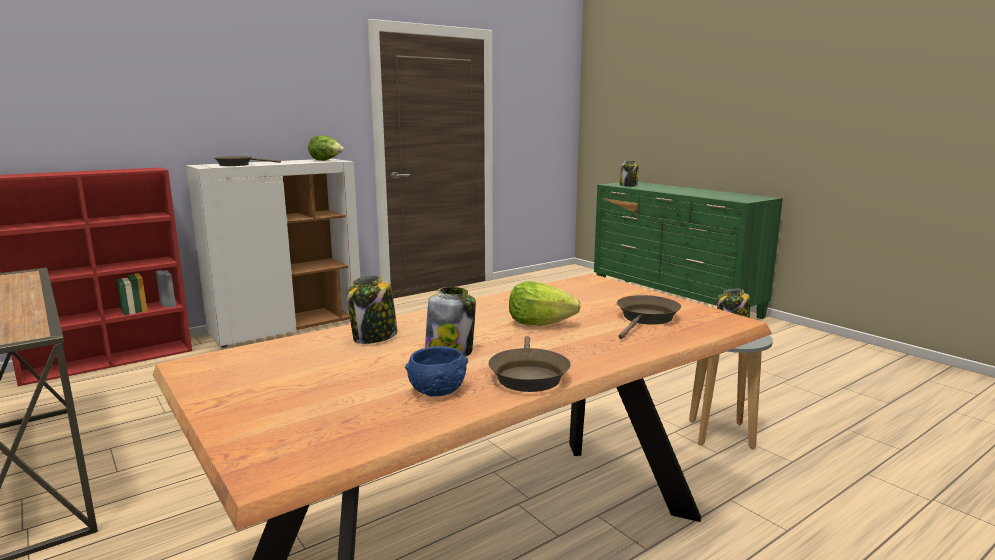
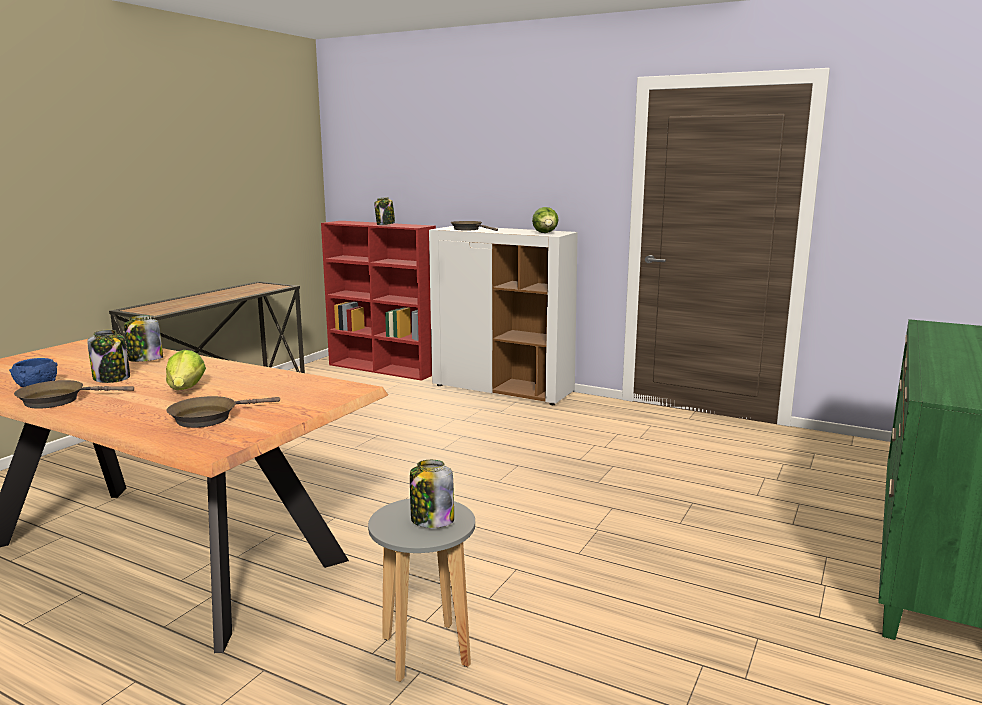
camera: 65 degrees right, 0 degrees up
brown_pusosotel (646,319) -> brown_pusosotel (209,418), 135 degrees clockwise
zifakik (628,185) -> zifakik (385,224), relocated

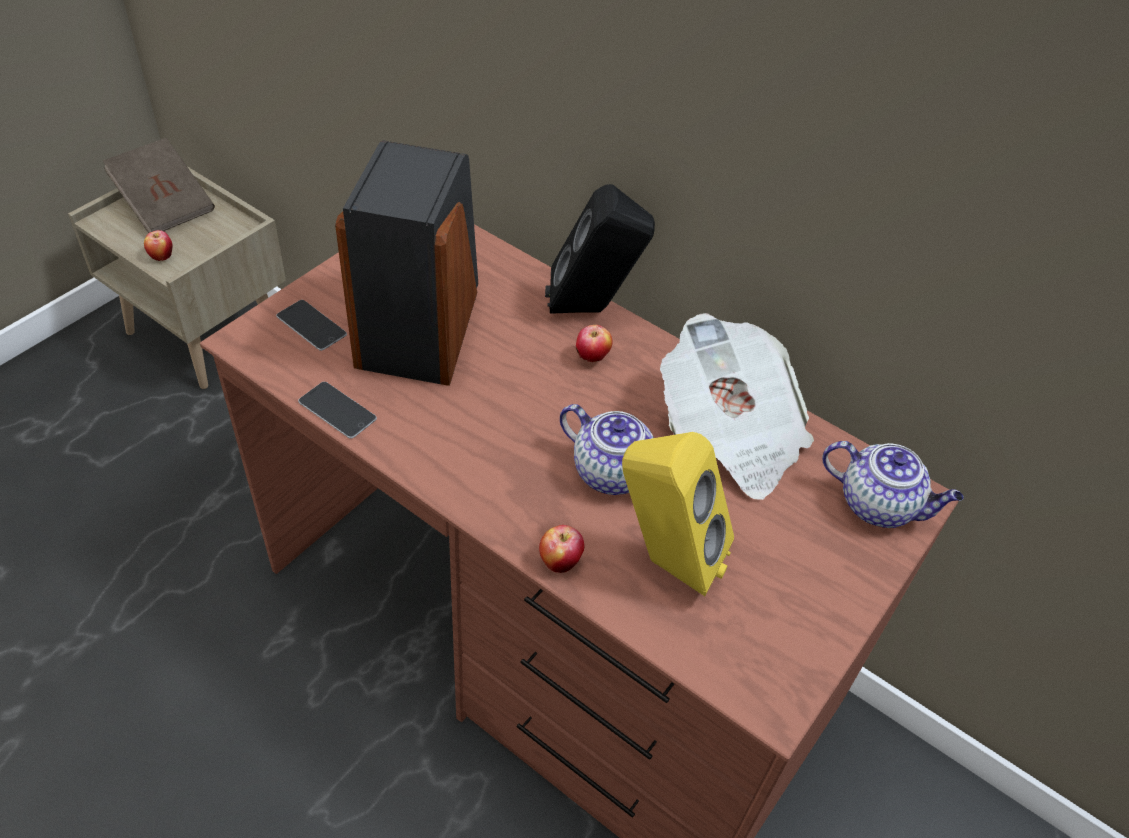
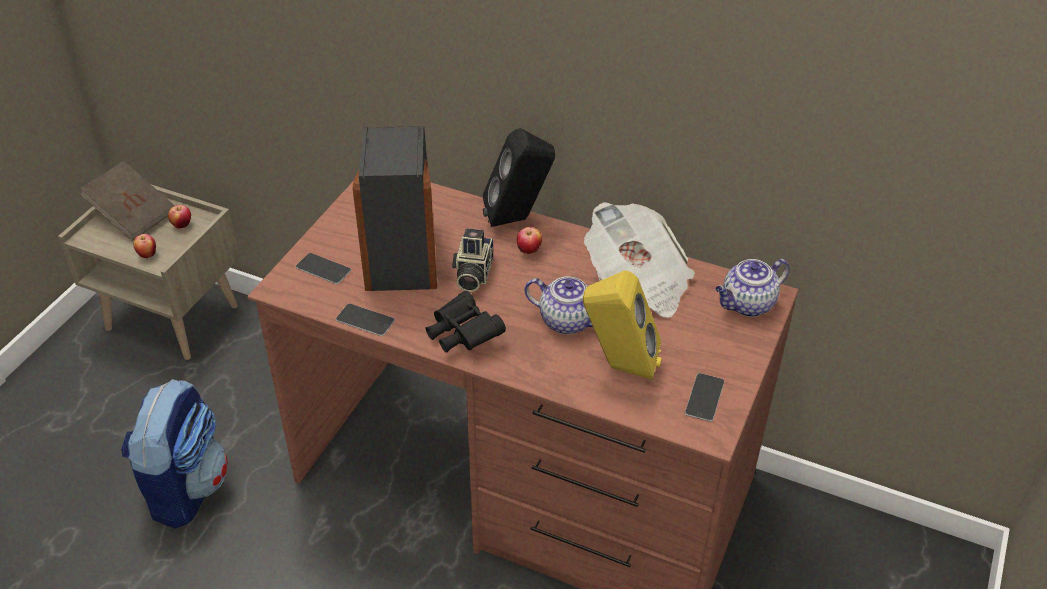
camera: 10 degrees left, 5 degrees down
none -> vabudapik (186,487)
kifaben (560,561) -> kifaben (182,225), relocated
none -> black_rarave (462,335)
none -> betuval (472,274)
none -> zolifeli (704,397)
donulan (879,505) -> donulan (747,305), 135 degrees clockwise

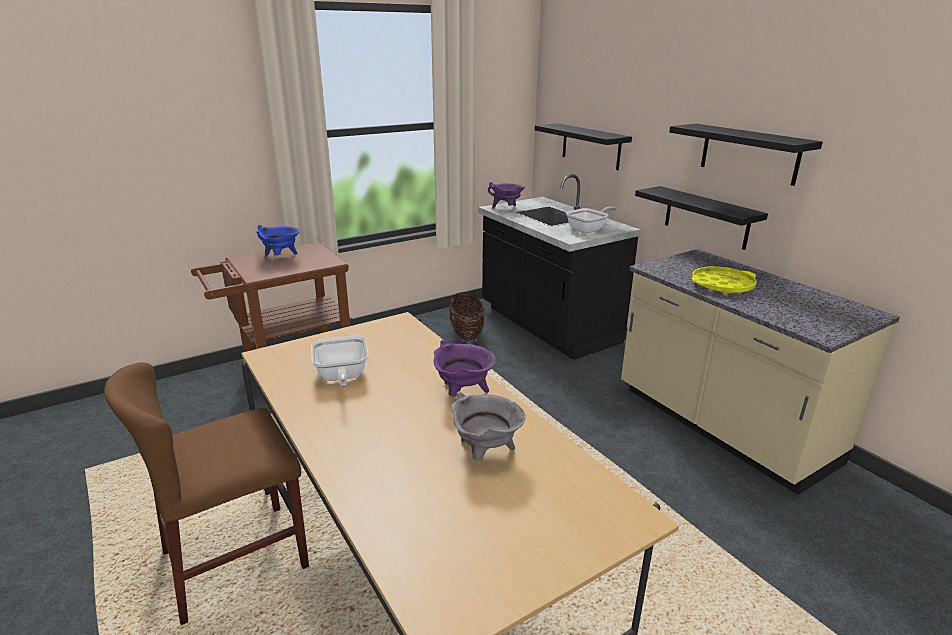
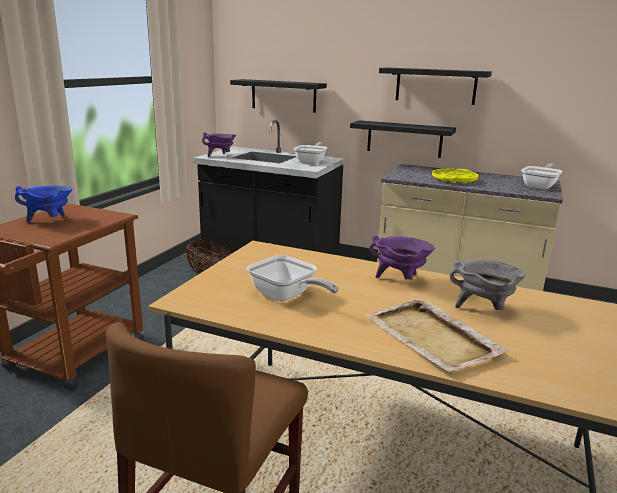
camera: 35 degrees left, 5 degrees down
none -> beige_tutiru (432,338)
none -> pusosotel (540,186)

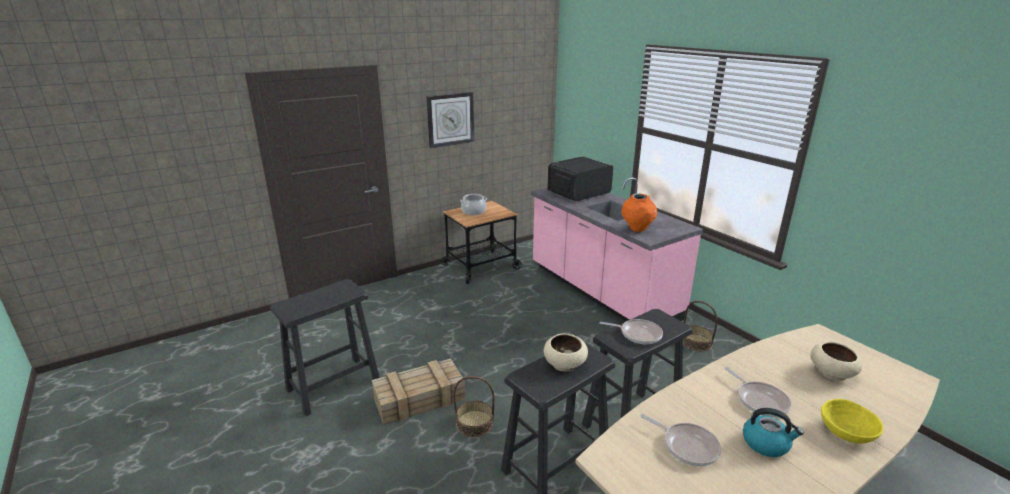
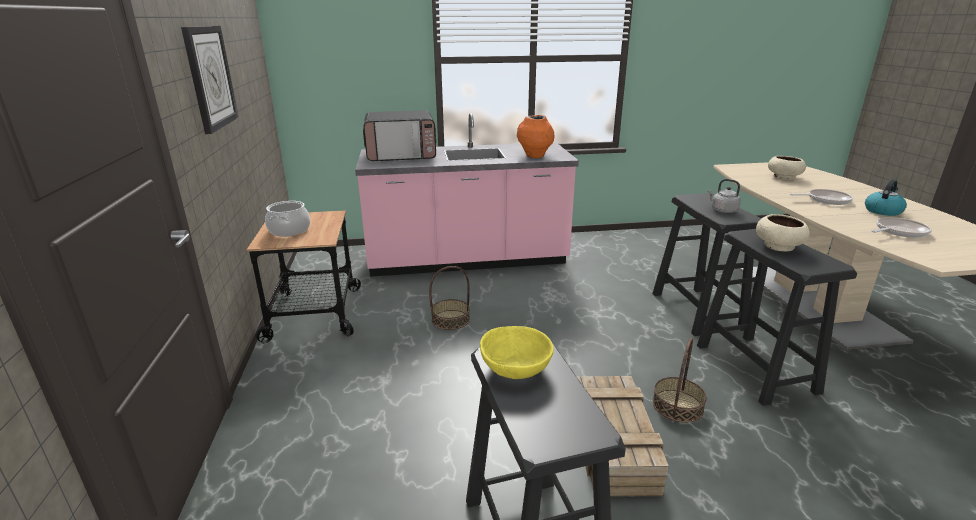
camera: 65 degrees left, 0 degrees up
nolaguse (578,193) -> nolaguse (402,155), 90 degrees counterclockwise
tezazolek (696,342) -> tezazolek (450,319), relocated
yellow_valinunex (846,432) -> yellow_valinunex (515,367), relocated
pusosotel (638,334) -> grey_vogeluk (722,210)

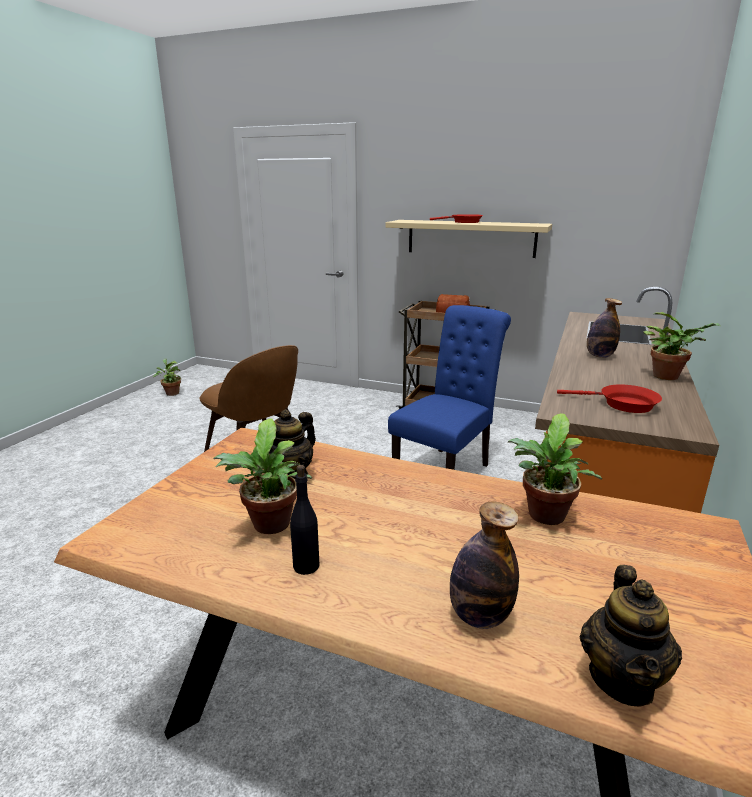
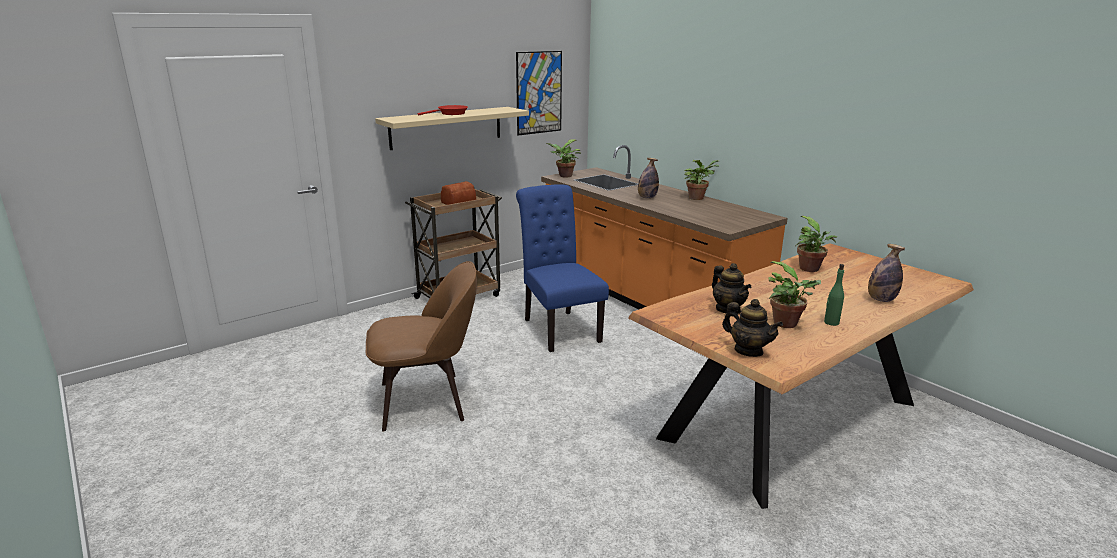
camera: 60 degrees left, 0 degrees up
none -> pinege (539,93)
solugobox (171,393) -> solugobox (564,176), relocated
donulan (622,679) -> donulan (748,351), relocated
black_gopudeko (306,566) -> green_gopudeko (831,322)
red_pusosotel (622,404) -> none

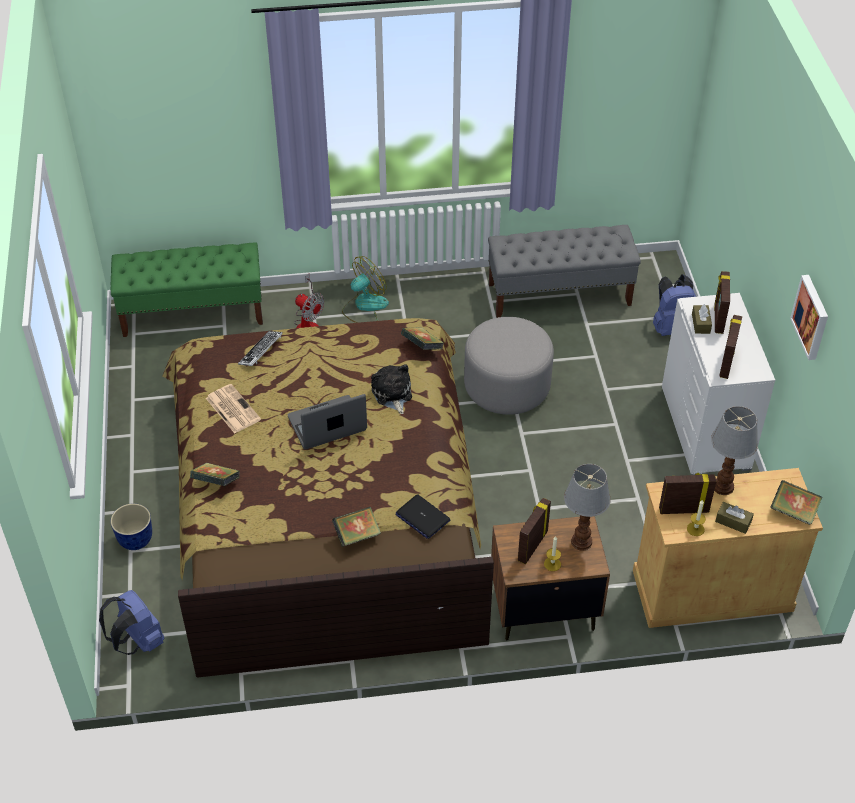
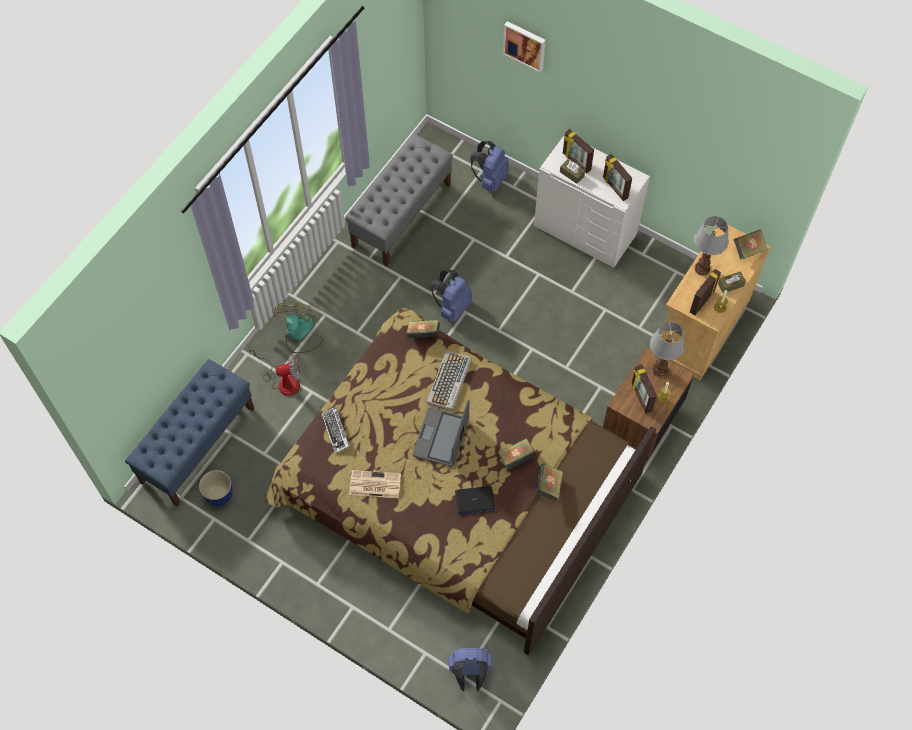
camera: 50 degrees left, 15 degrees up
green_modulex (193,313) -> blue_modulex (198,445)
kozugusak (135,540) -> kozugusak (219,496), relocated
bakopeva (392,394) -> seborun (449,381)
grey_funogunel (507,386) -> blue_vabudapik (452,307)
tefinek (422,517) -> tefinek (474,501), relocated
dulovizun (216,483) -> dulovizun (516,458), relocated
pinege (812,317) -> pinege (525,45), relocated

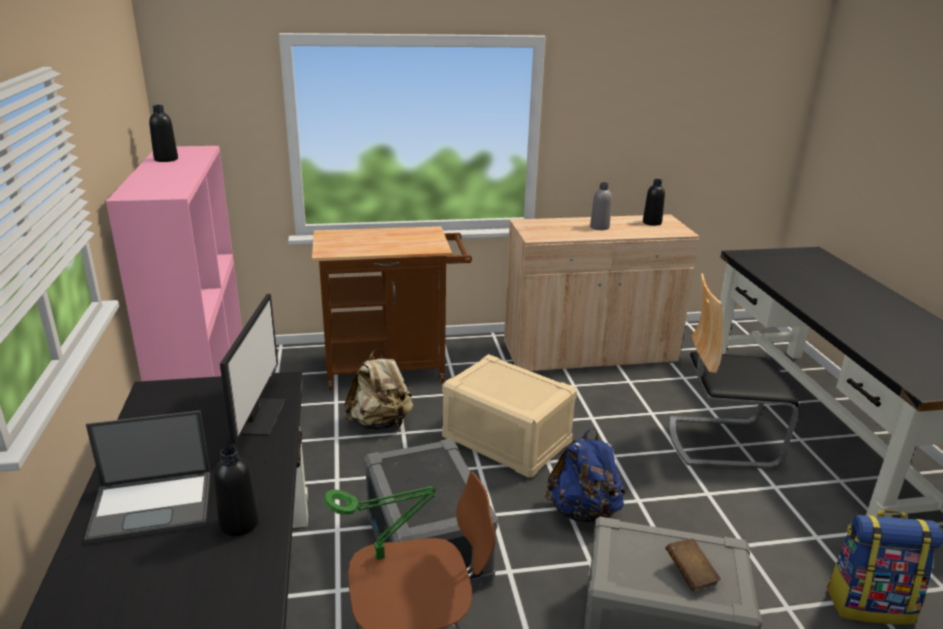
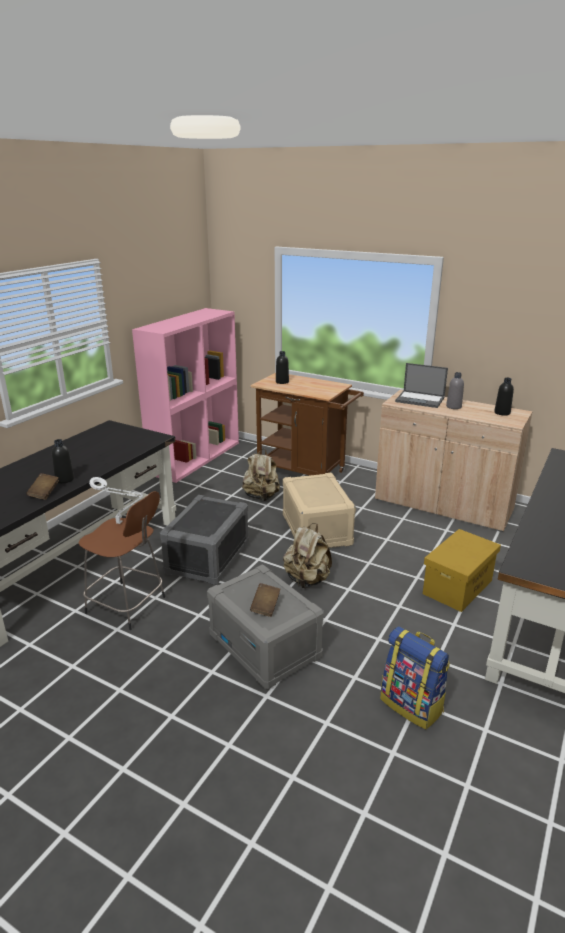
camera: 40 degrees right, 0 degrees up
none -> brown_dulovizun (44,493)
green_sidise (383,556) -> white_sidise (121,523)
black_gopudeko (166,159) -> black_gopudeko (282,382), relocated
blue_vabudapik (584,512) -> beige_vabudapik (307,580)
tefinek (154,505) -> tefinek (420,399), relocated
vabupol (722,442) -> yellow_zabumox (457,586)
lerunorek (257,416) -> none

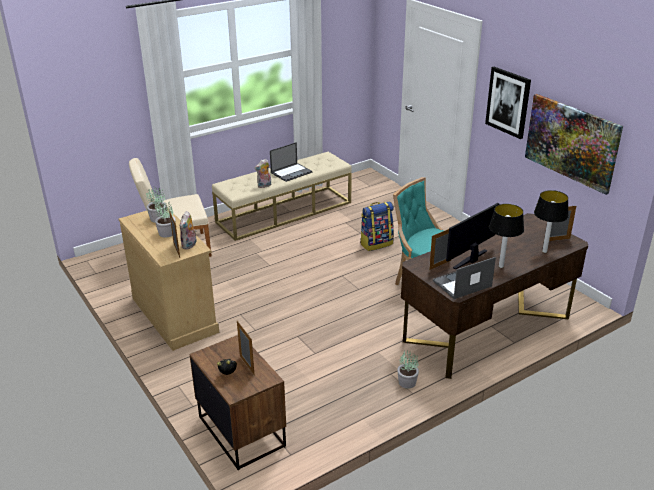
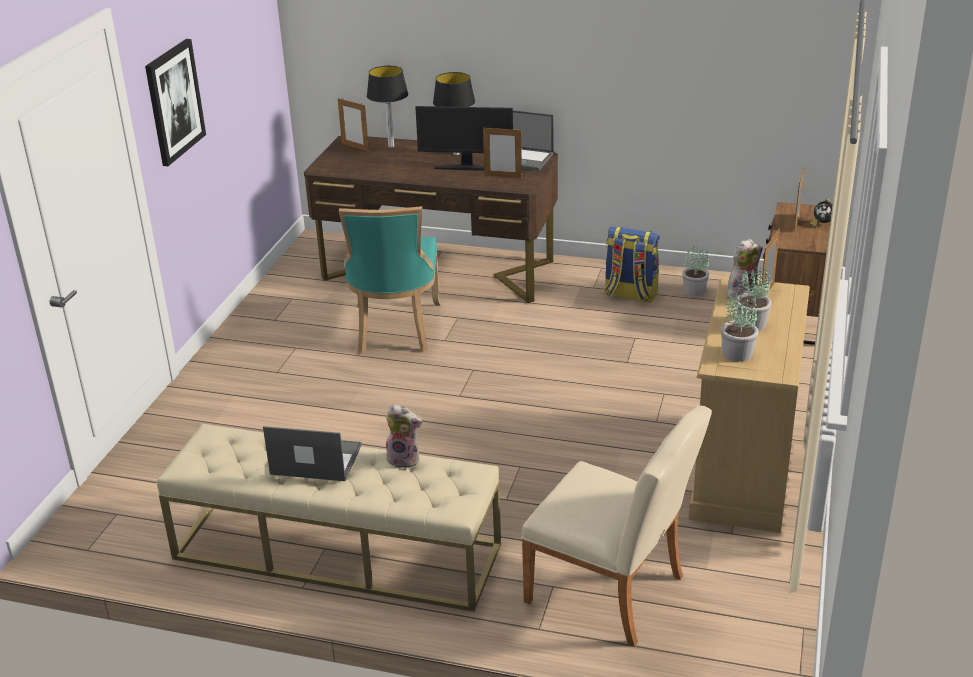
camera: 130 degrees left, 0 degrees up
vabudapik (376,243) -> vabudapik (630,295), relocated
solugobox (407,382) -> solugobox (695,290), relocated
pinege (571,142) -> none

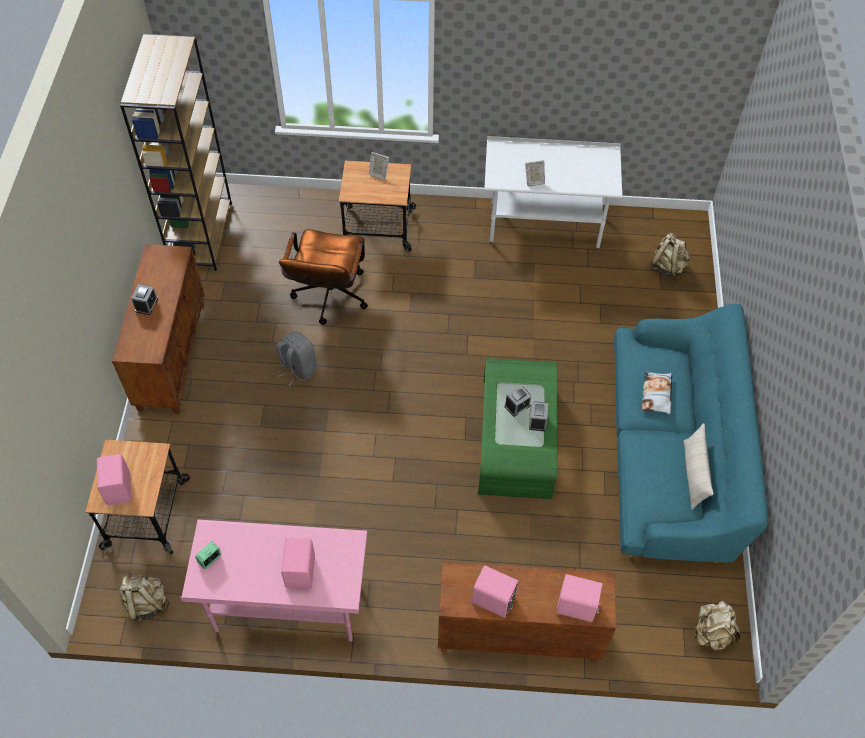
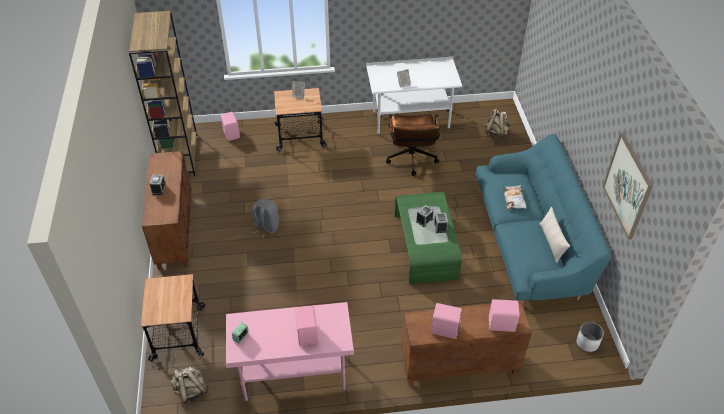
camera: 10 degrees left, 10 degrees down
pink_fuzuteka (119,488) -> pink_fuzuteka (232,134), relocated
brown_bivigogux (329,299) -> brown_bivigogux (411,161), relocated
beige_vabudapik (711,633) -> white_kozugusak (587,343)
none -> pinege (627,186)

